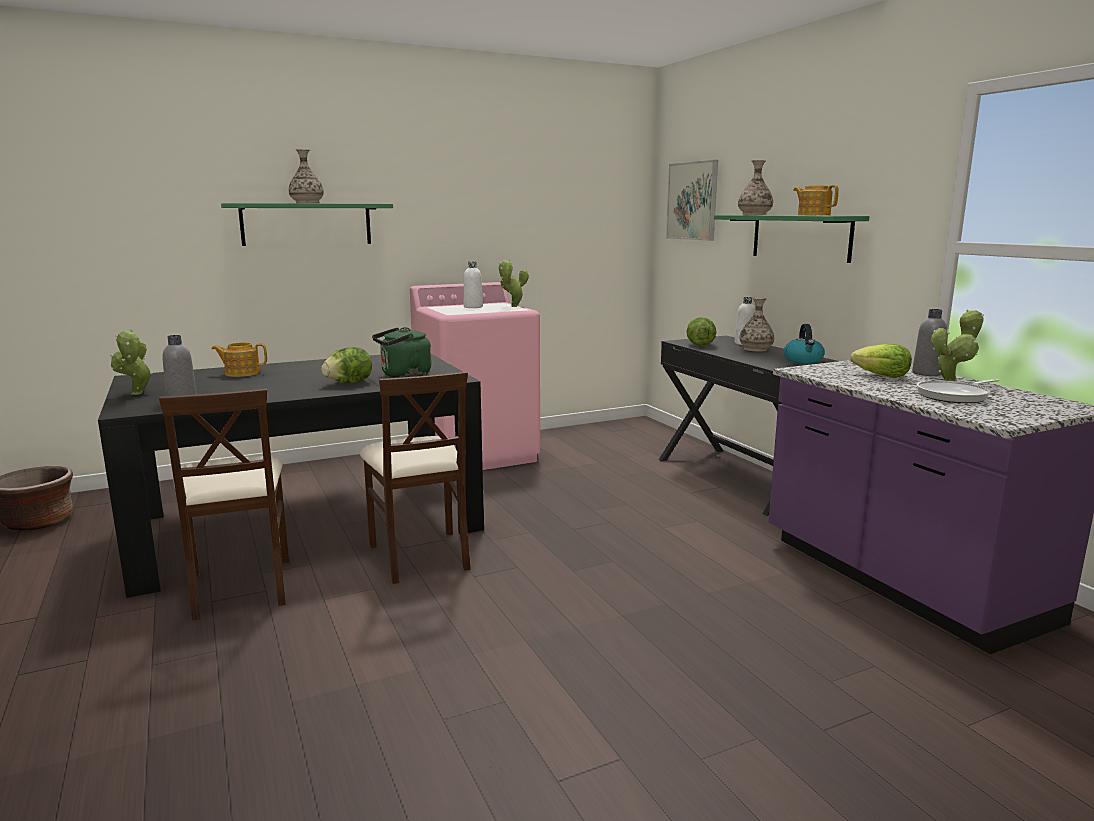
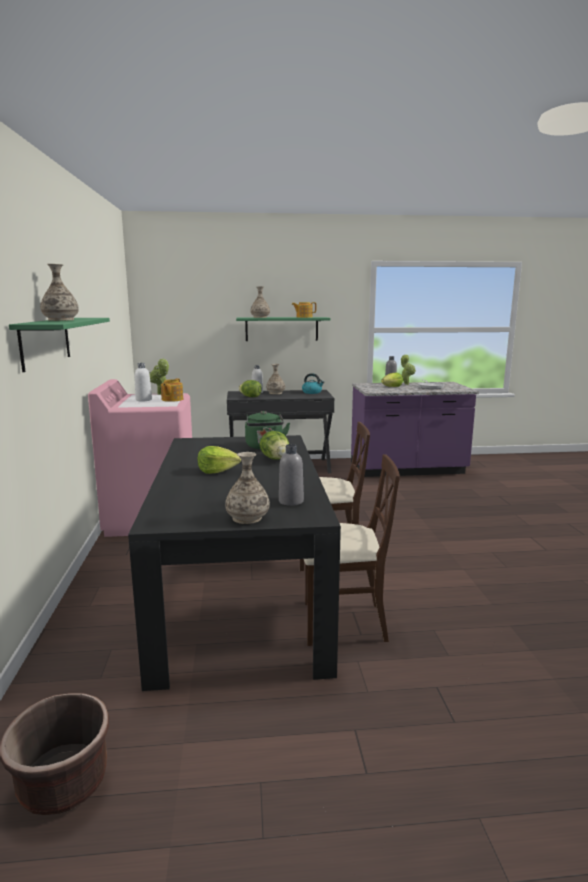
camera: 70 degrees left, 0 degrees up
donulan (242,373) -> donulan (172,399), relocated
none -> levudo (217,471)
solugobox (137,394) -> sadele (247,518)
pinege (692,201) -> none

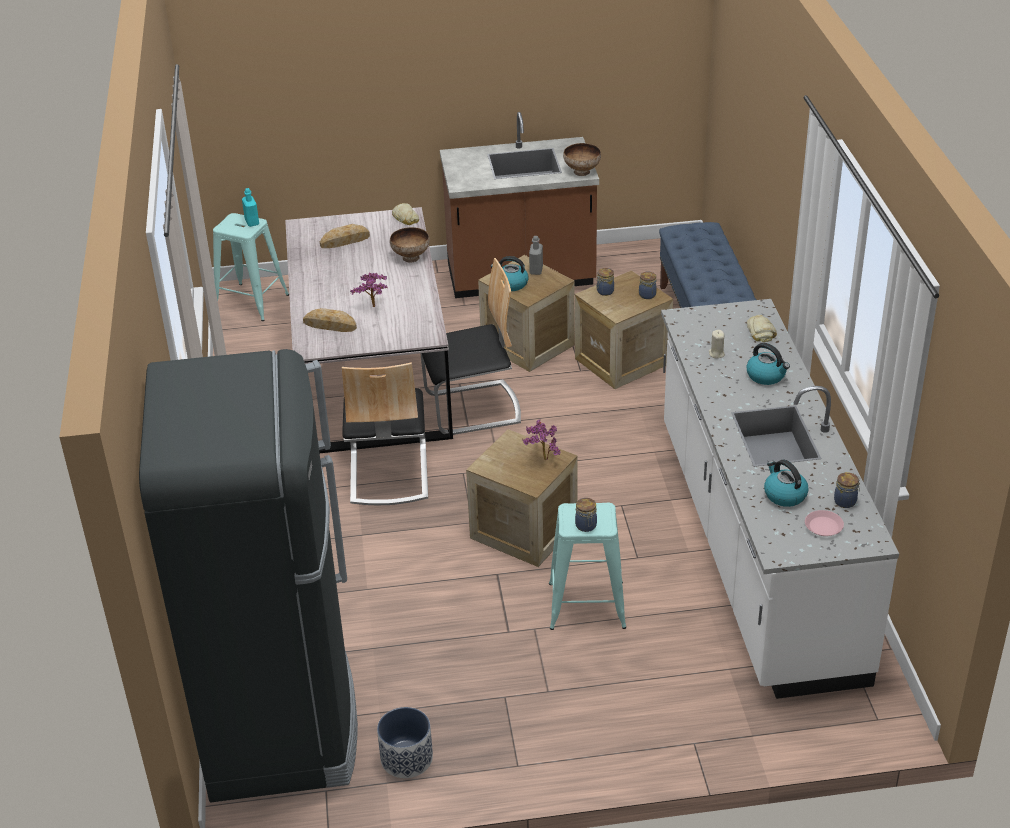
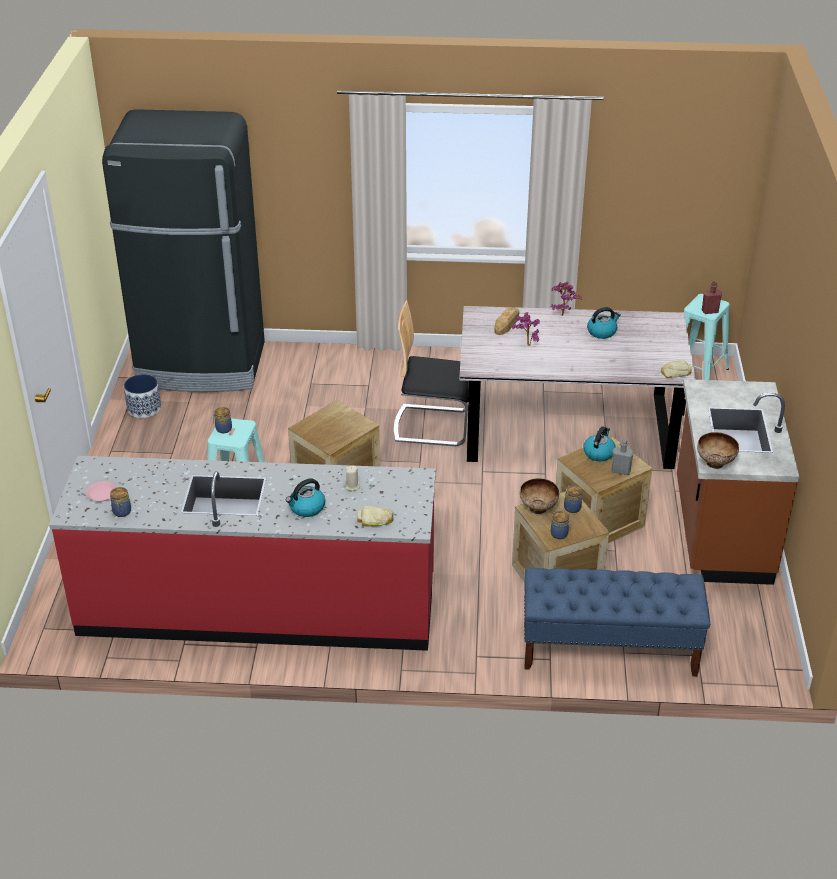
camera: 100 degrees right, 0 degrees up
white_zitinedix (755,548) -> red_zitinedix (258,607)
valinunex (411,257) -> valinunex (538,509), relocated
solugobox (542,459) -> solugobox (562,314), relocated
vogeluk (784,495) -> vogeluk (602,332), relocated
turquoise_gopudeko (252,222) -> red_gopudeko (710,311)
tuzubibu (345,240) -> none
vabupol (473,408) -> none

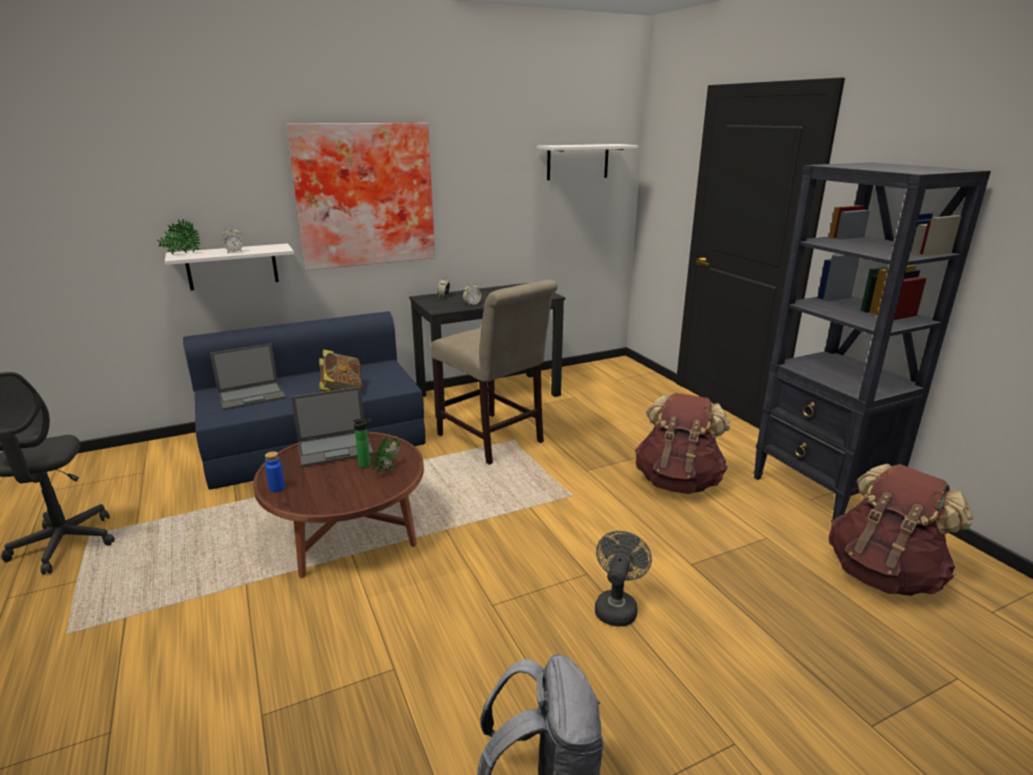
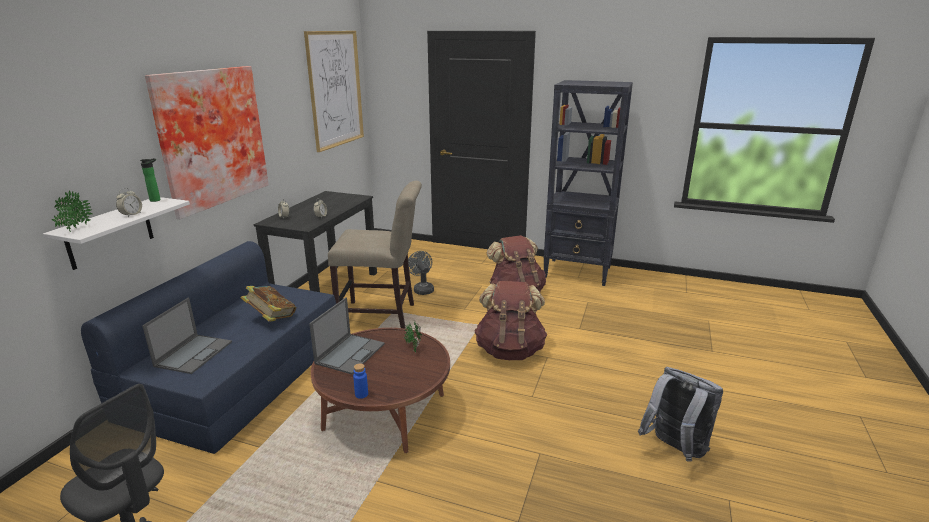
camera: 45 degrees left, 0 degrees up
gopudeko (366,465) -> gopudeko (157,200), relocated
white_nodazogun (577,161) -> pinege (335,89)
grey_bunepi (617,606) -> grey_bunepi (422,289), relocated
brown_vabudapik (883,574) -> brown_vabudapik (510,350), relocated

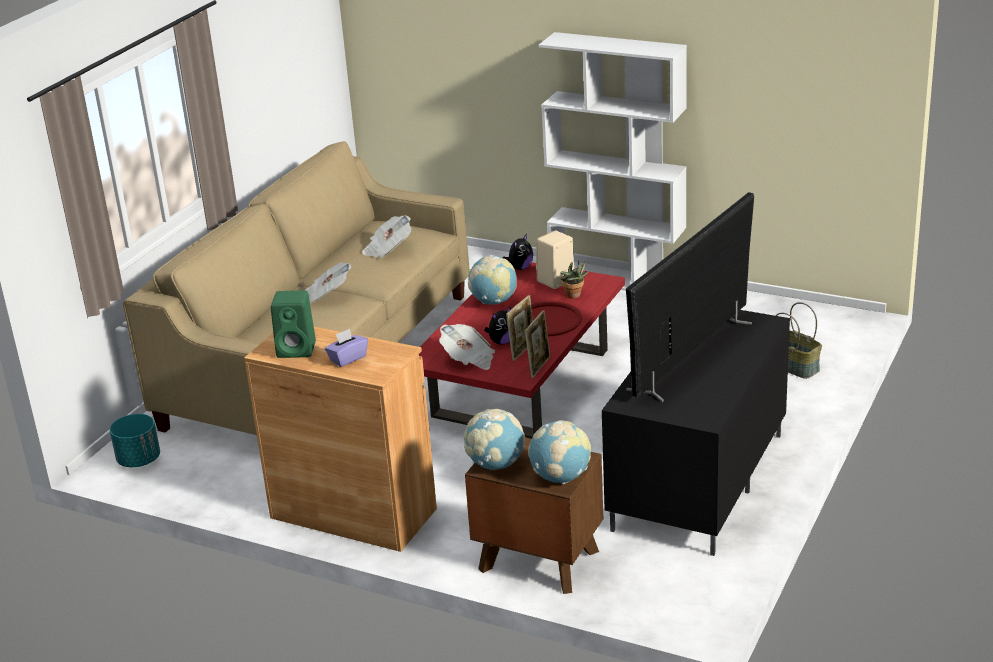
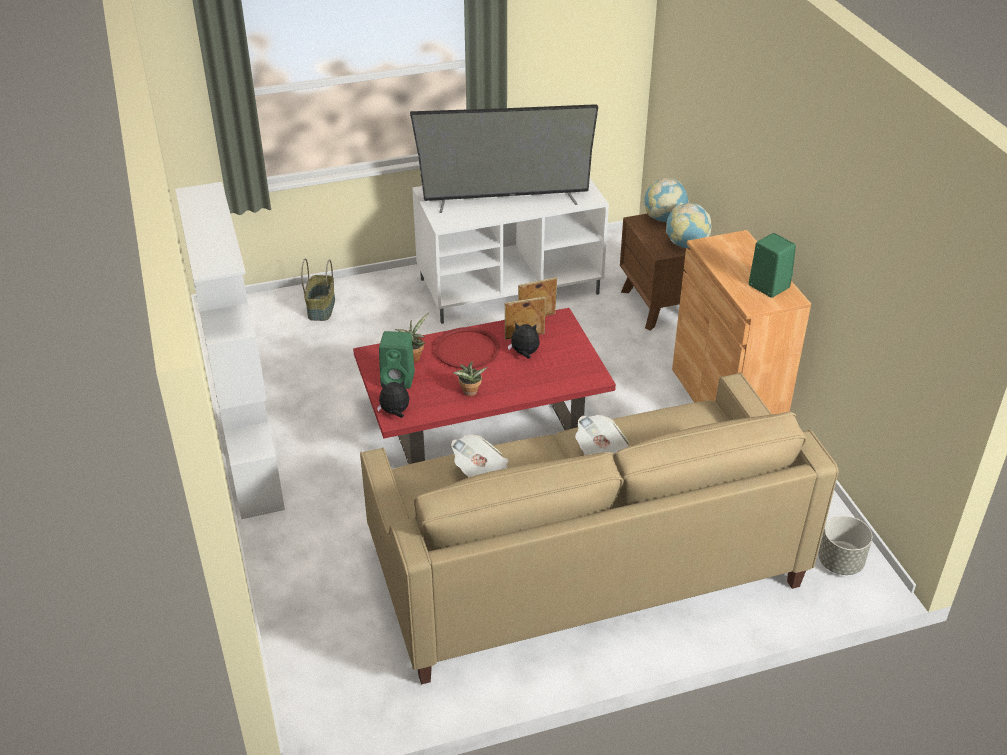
camera: 135 degrees left, 10 degrees up
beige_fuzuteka (555,281) -> green_fuzuteka (399,379)
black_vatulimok (700,483) -> white_vatulimok (510,285)
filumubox (493,301) -> solugobox (469,393)
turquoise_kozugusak (139,460) -> grey_kozugusak (840,562)
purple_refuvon (347,358) -> none
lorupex (468,360) -> none

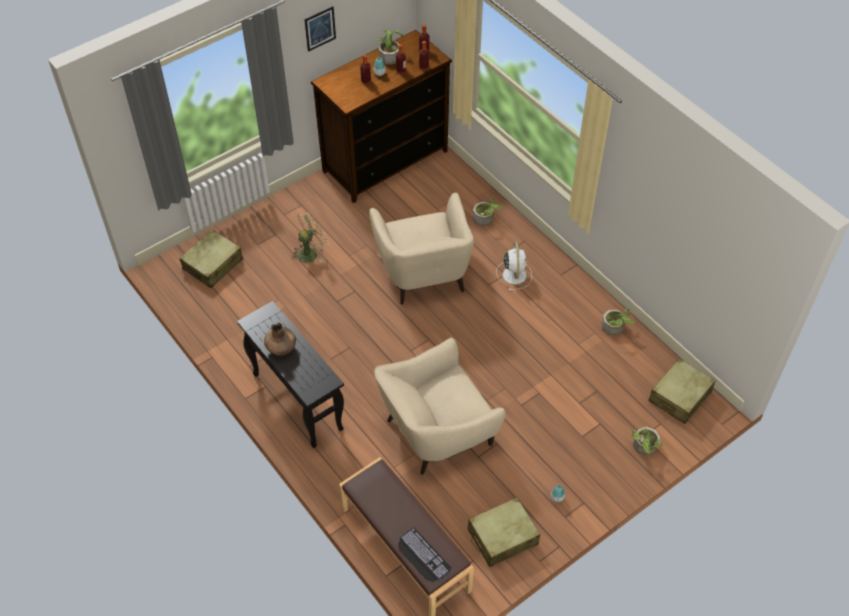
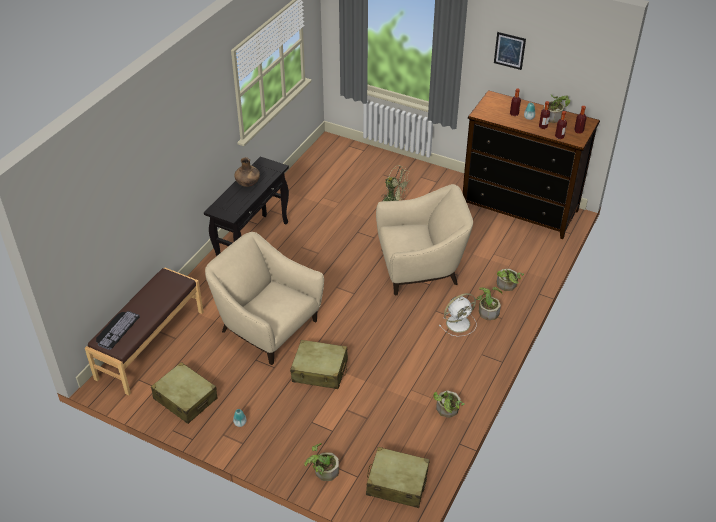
camera: 65 degrees right, 10 degrees down
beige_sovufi (213,264) -> beige_sovufi (320,371), relocated
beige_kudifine (424,272) -> beige_kudifine (420,268), 150 degrees counterclockwise
none -> solugobox (487,310)

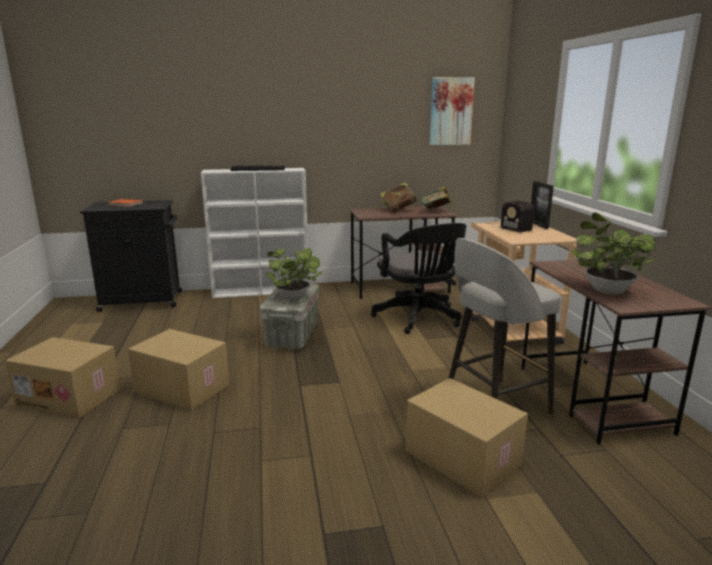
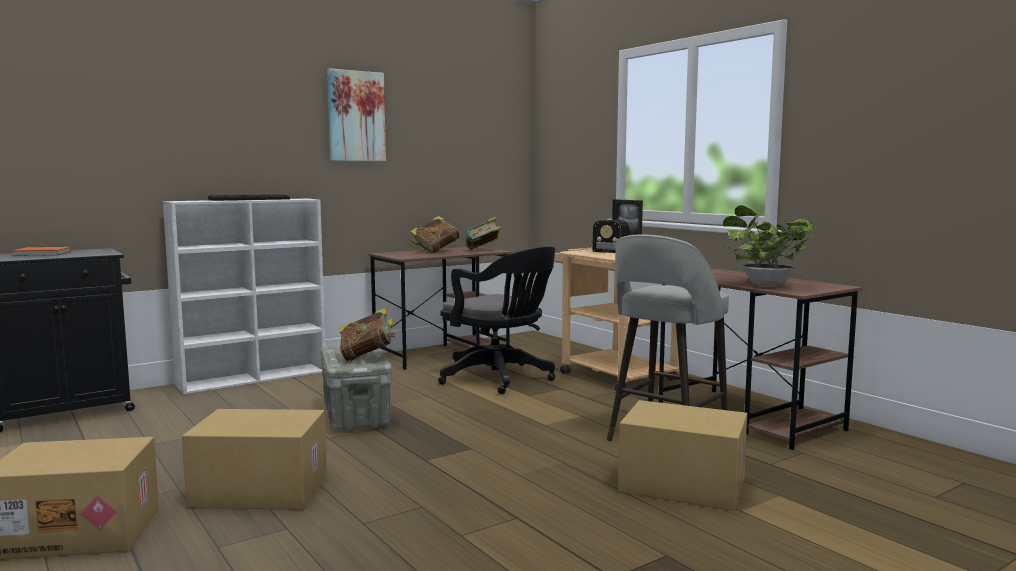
camera: 25 degrees left, 10 degrees down
pinege (451,111) -> pinege (356,116), relocated
solugobox (295,298) -> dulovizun (367,357)

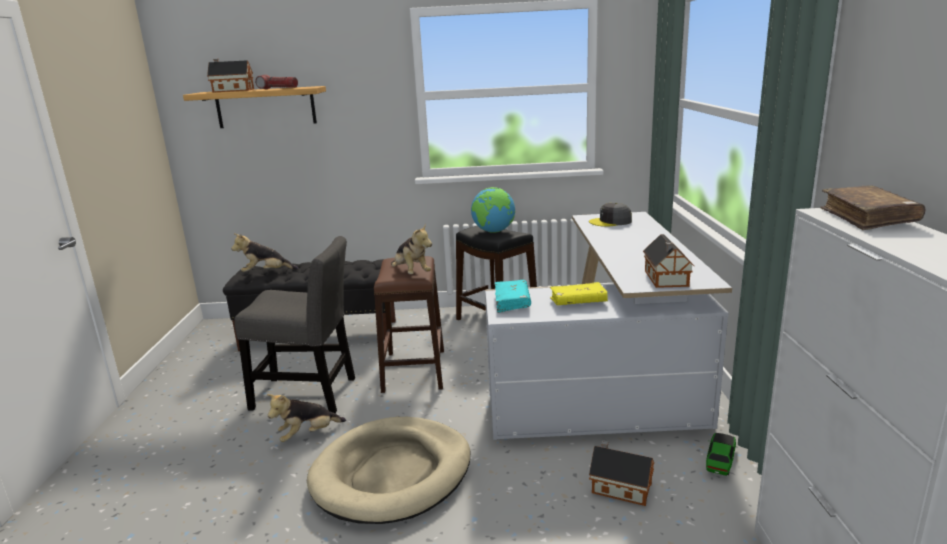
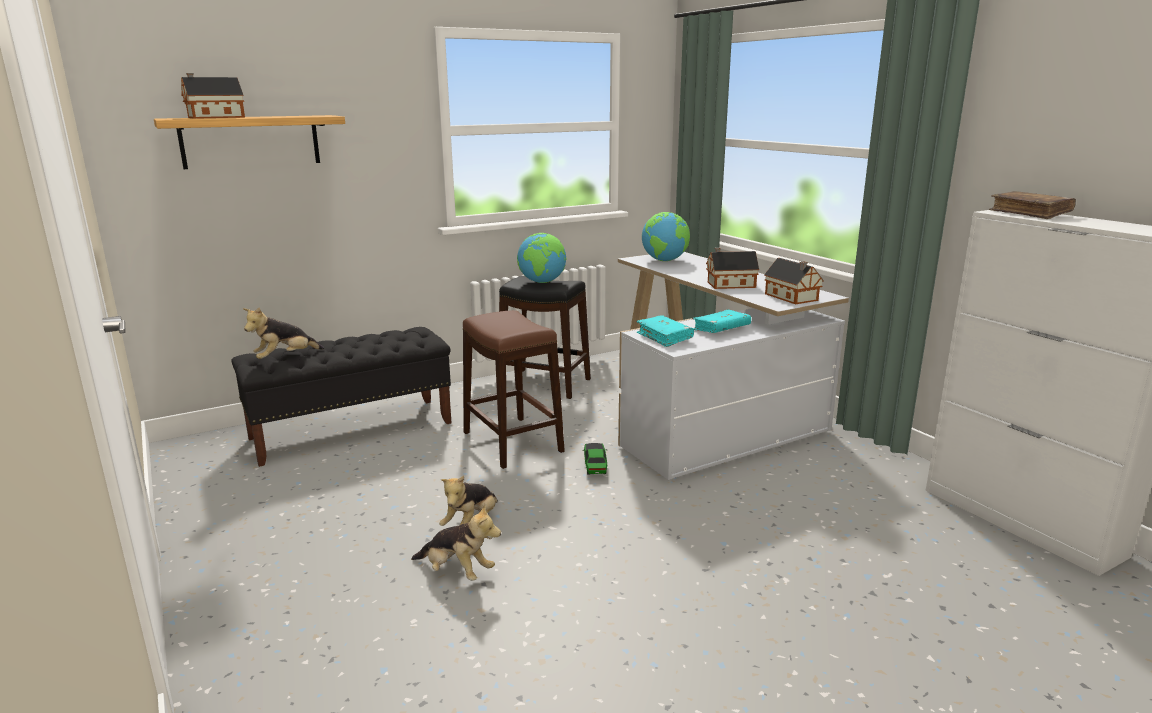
camera: 30 degrees left, 0 degrees up
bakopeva (411,273) -> bakopeva (457,572), relocated
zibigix (720,460) -> zibigix (595,465), relocated
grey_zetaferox (610,222) -> filumubox (665,260)
yellow_dulovizun (578,302) -> turquoise_dulovizun (721,329)
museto (619,487) -> museto (729,284), relocated
grey_vabupol (309,394) -> none
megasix (277,88) -> none
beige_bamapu (392,474) -> none

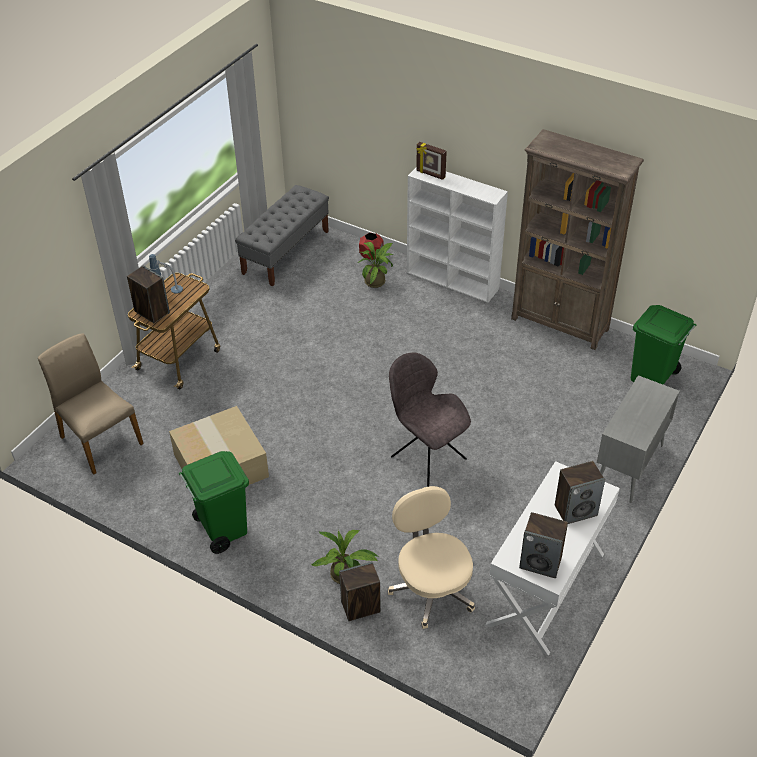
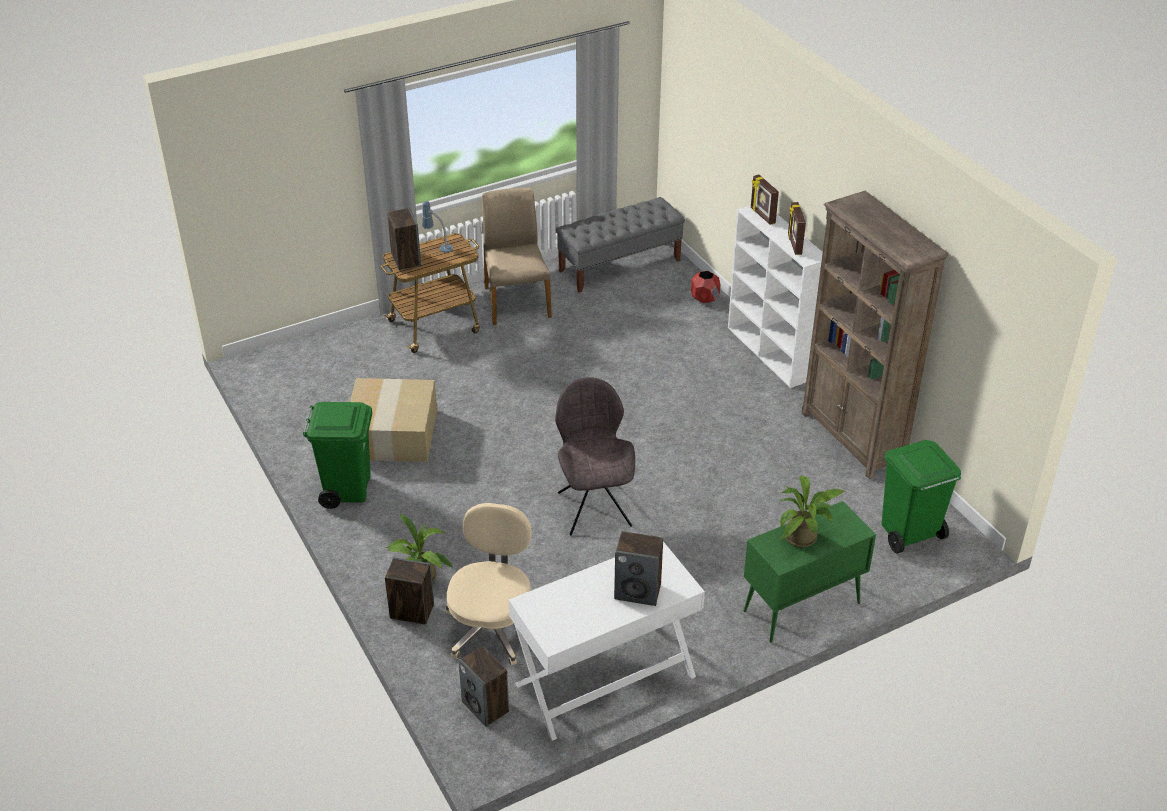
camera: 30 degrees right, 5 degrees down
fuzuteka (541,563) -> fuzuteka (486,707), relocated
beige_vabupol (100,440) -> beige_vabupol (516,301), relocated
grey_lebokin (629,467) -> green_lebokin (800,607)
solugobox (377,281) -> solugobox (804,537), relocated
none -> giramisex (794,244)

